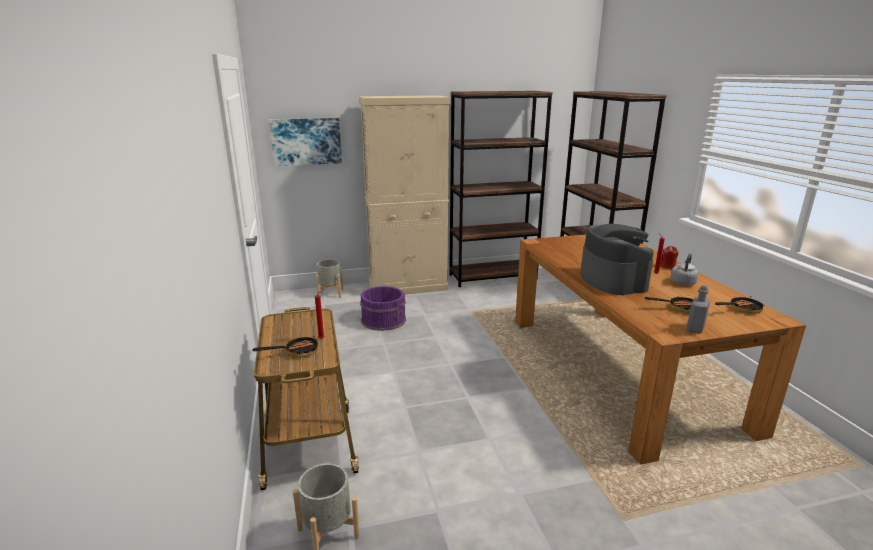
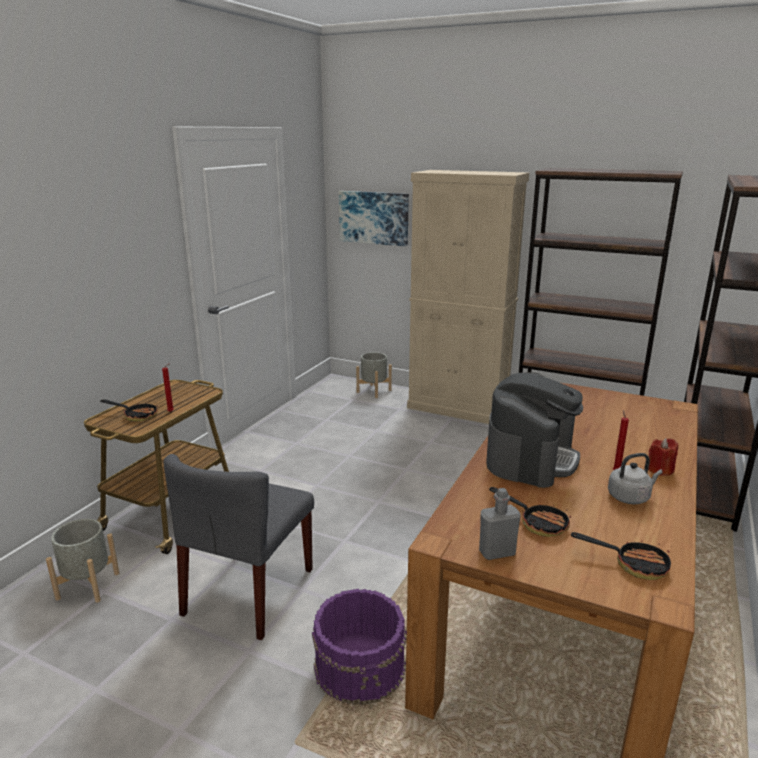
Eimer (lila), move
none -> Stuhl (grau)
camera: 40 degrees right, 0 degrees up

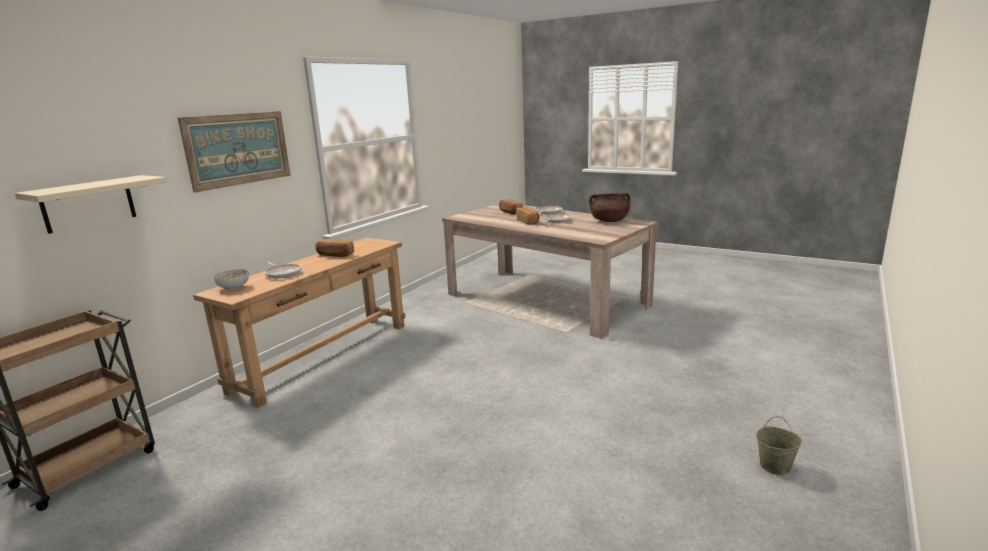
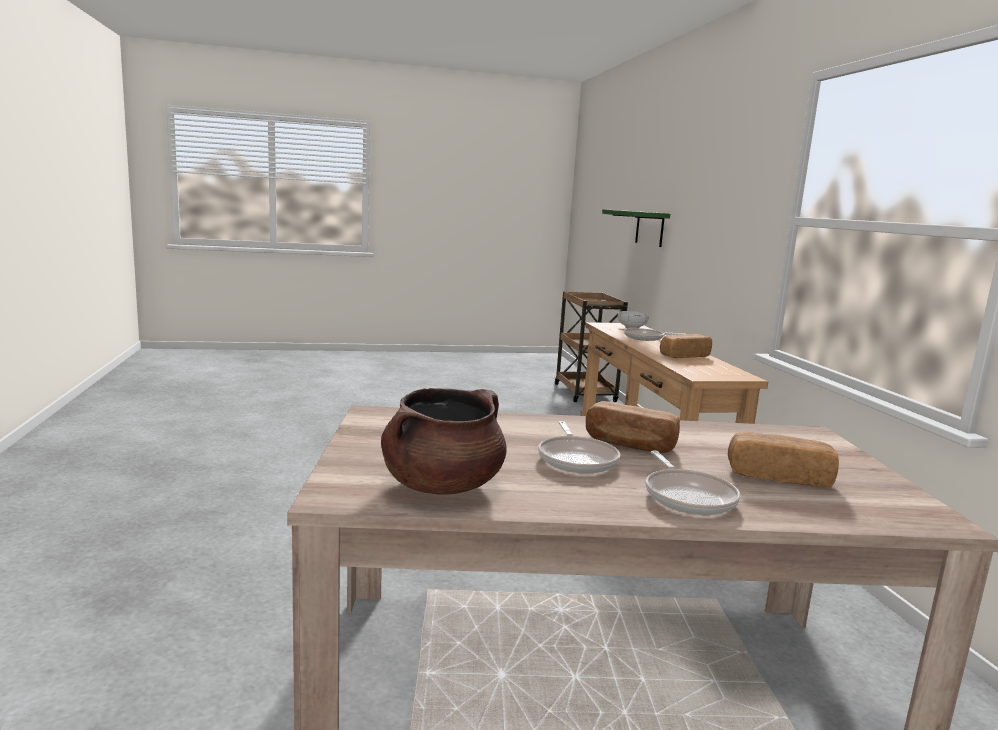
Wandregal (beige) -> Wandregal (grün)
Bild -> none
Eimer (beige) -> none
camera: 135 degrees right, 5 degrees down

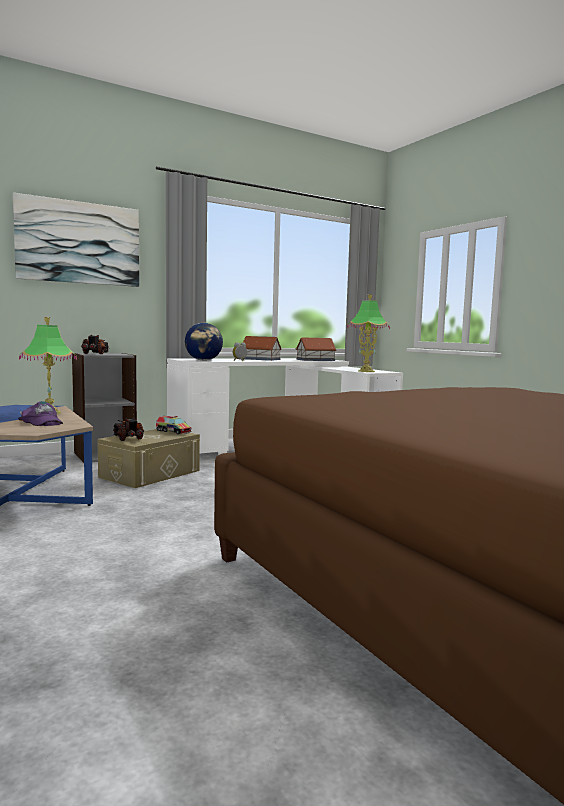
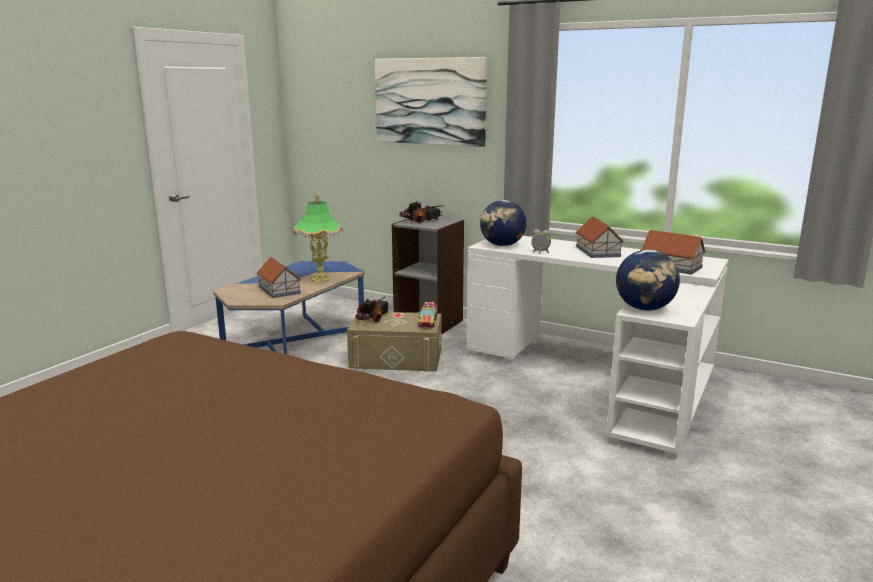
Kappe (lila) -> Spielzeughaus (1st from left)
Tischlampe (2nd from left) -> Globus (2nd from left)
camera: 60 degrees right, 10 degrees up

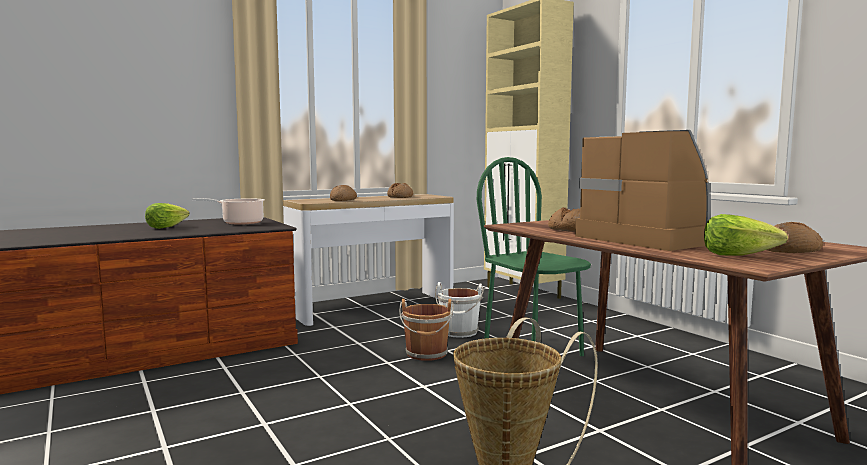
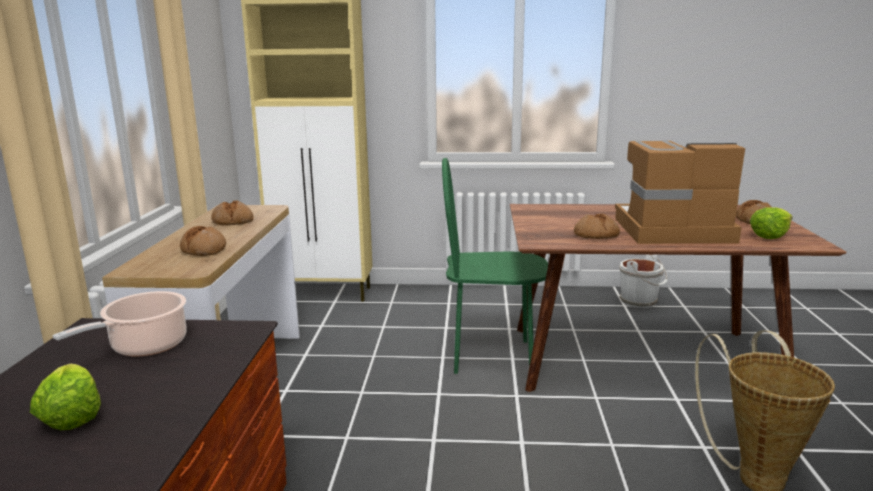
Eimer (braun) -> none
Eimer (weiß), move
camera: 55 degrees left, 10 degrees up

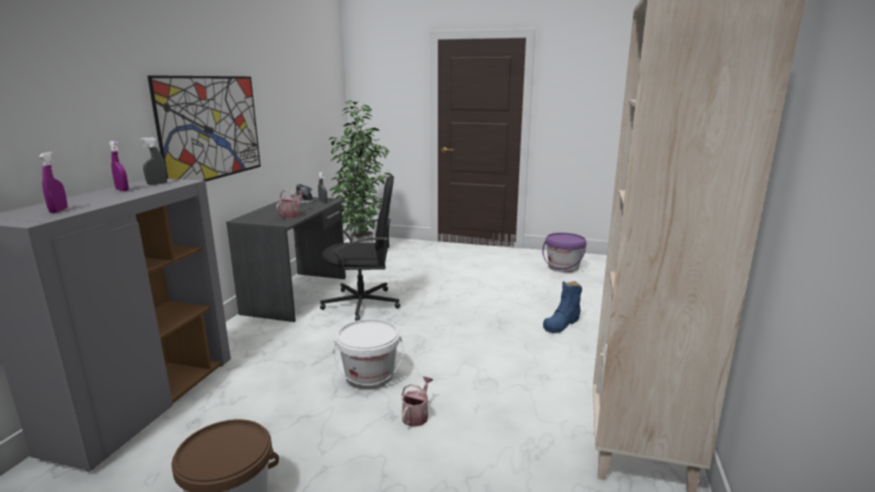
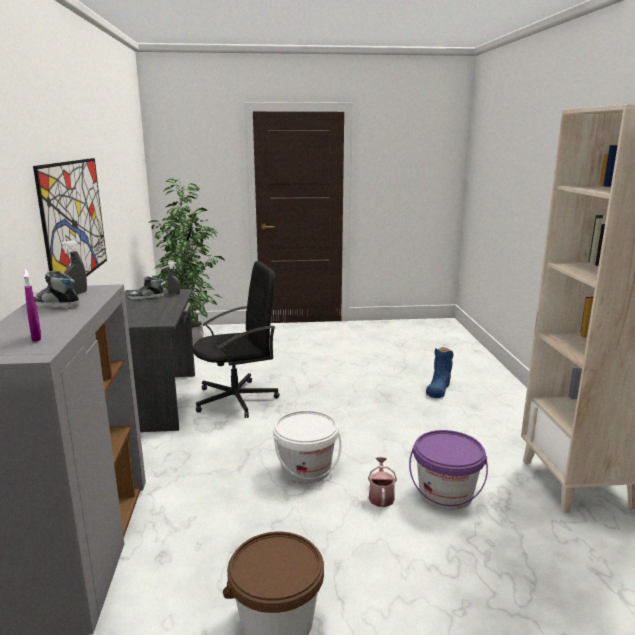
Sprühflasche (lila) (2nd from left) -> Schuh (1st from left)
Gießkanne (1st from left) -> none
Eimer (lila), move
camera: 20 degrees left, 0 degrees up

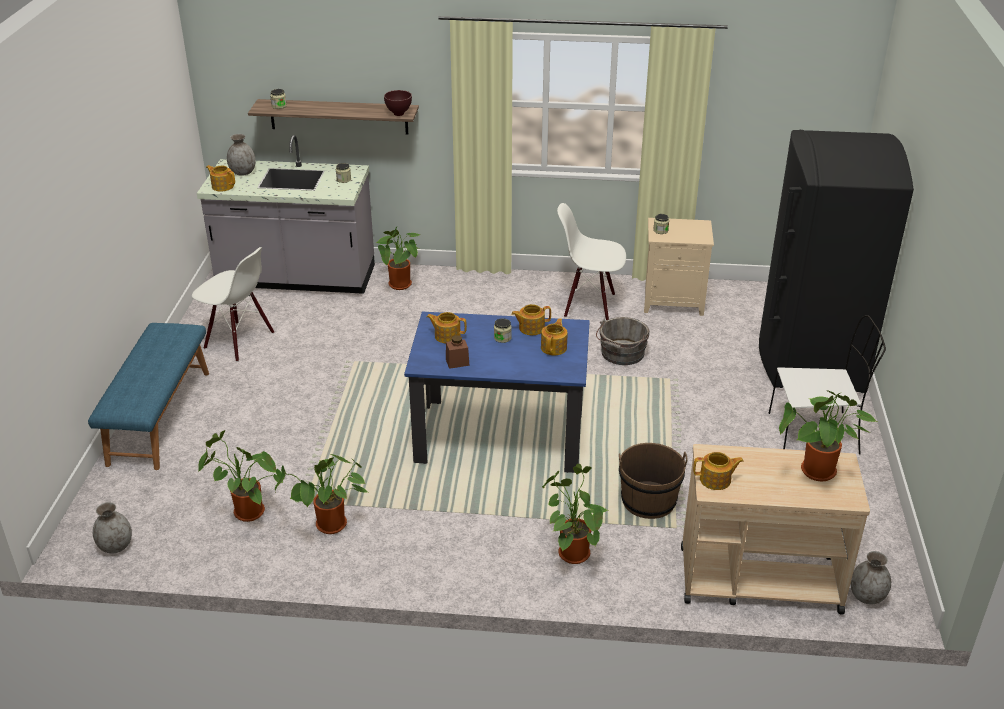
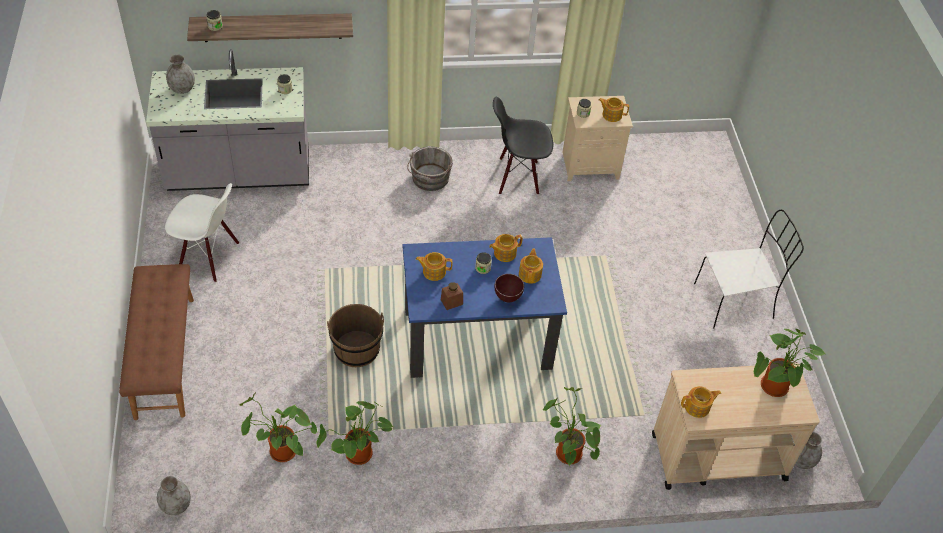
Bank (blau) -> Bank (braun)
Teekanne (1st from left in the first image) -> Teekanne (4th from left), move
Topfpflanze (3rd from left) -> none
Schüssel (braun), move
Stuhl (weiß) (2nd from left) -> Stuhl (schwarz)
Eimer (grau), move
Eimer (braun), move
Kühlschrank (schwarz) -> none
camera: 15 degrees left, 15 degrees up

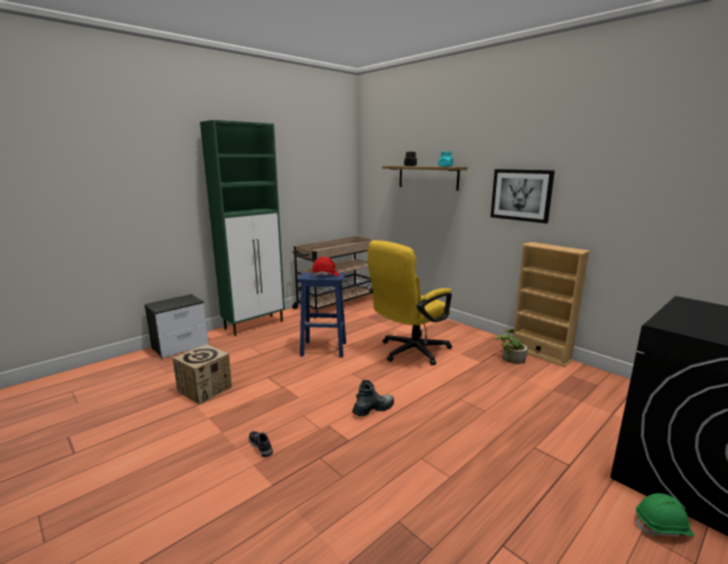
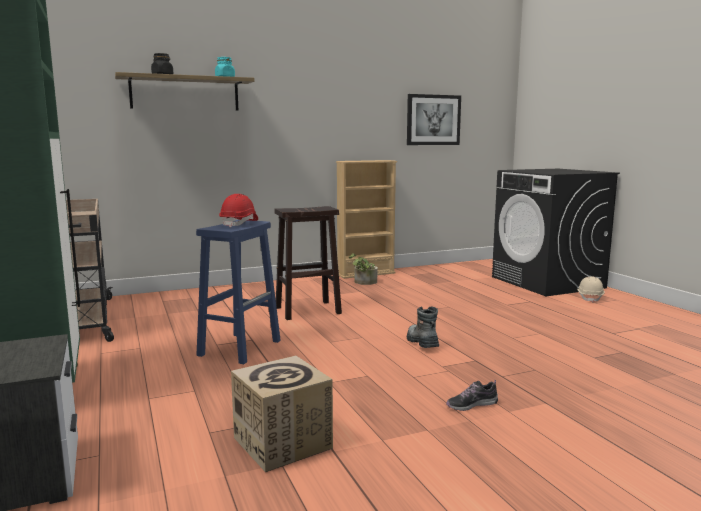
Bürostuhl (gelb) -> Hocker (braun)
Bild, move
Schutzhelm (grün) -> Schutzhelm (beige)
camera: 70 degrees left, 5 degrees down

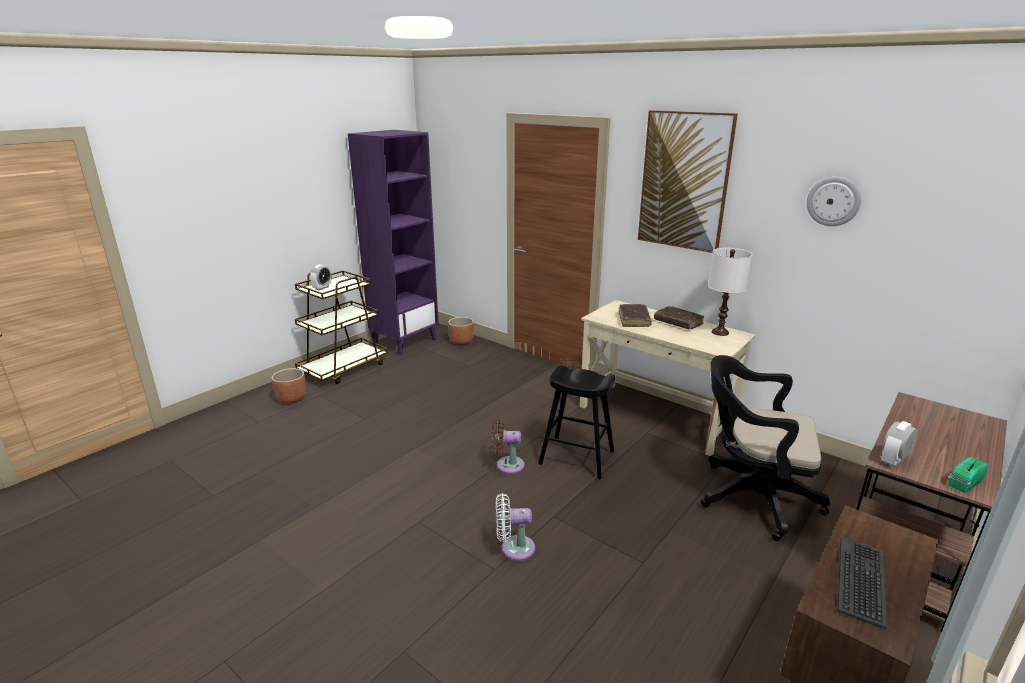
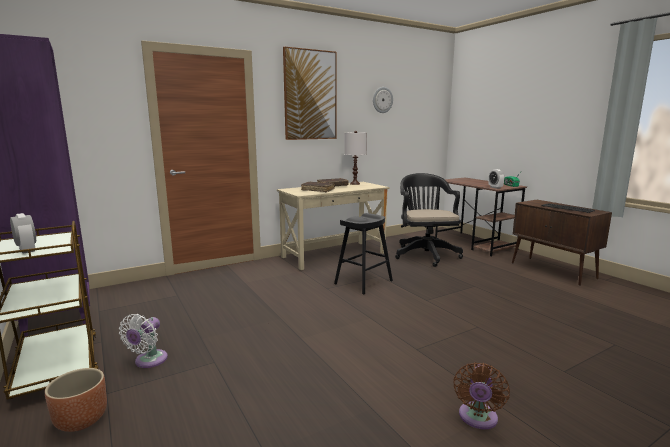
Pflanzkübel (braun) (2nd from left) -> none
Ventilator (braun), move
Ventilator (weiß), move
Bürostuhl (schwarz), 135 degrees clockwise
camera: 70 degrees left, 10 degrees down

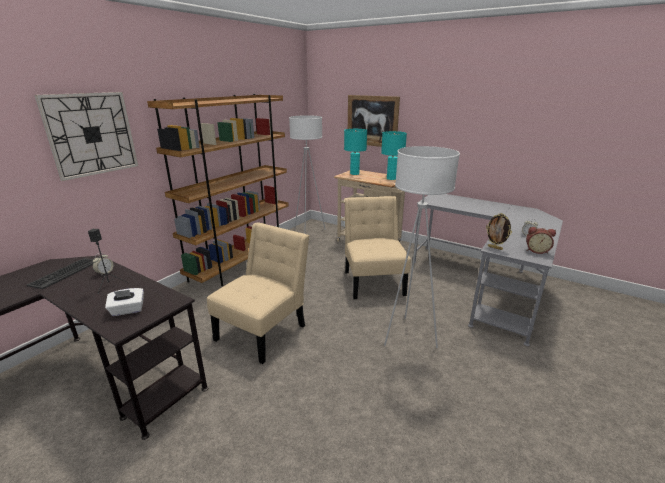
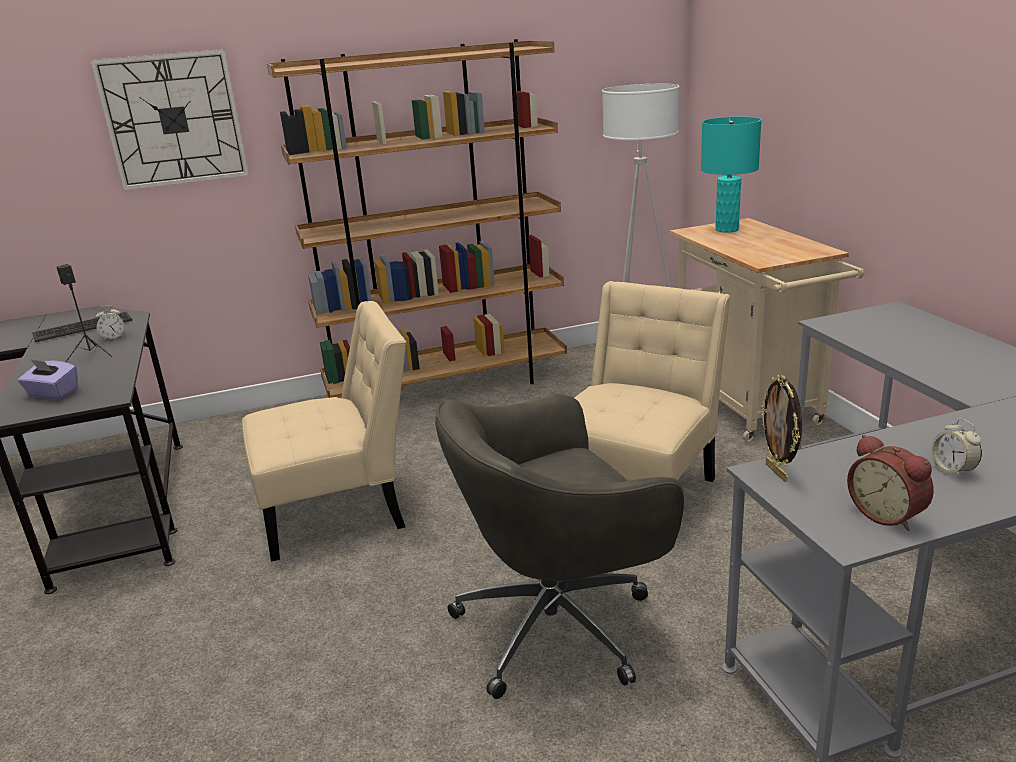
Taschentuchbox (weiß) -> Taschentuchbox (lila)
Bild -> none
Tischlampe (türkis) (2nd from left) -> none
Stehlampe (weiß) (2nd from left) -> Bürostuhl (grau)
camera: 40 degrees right, 0 degrees up

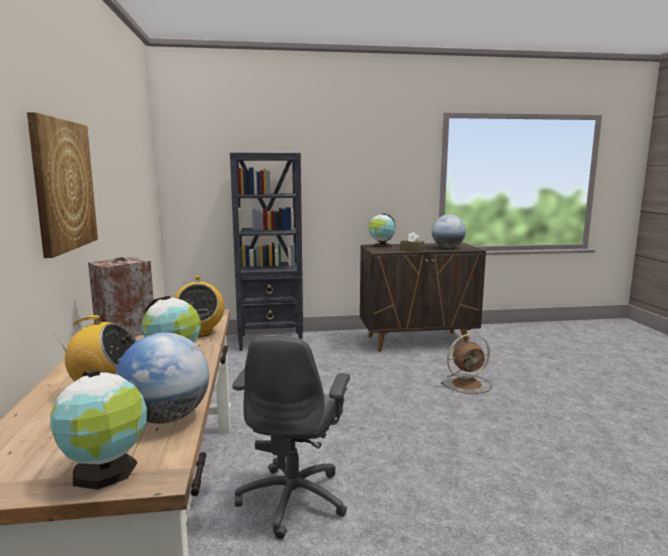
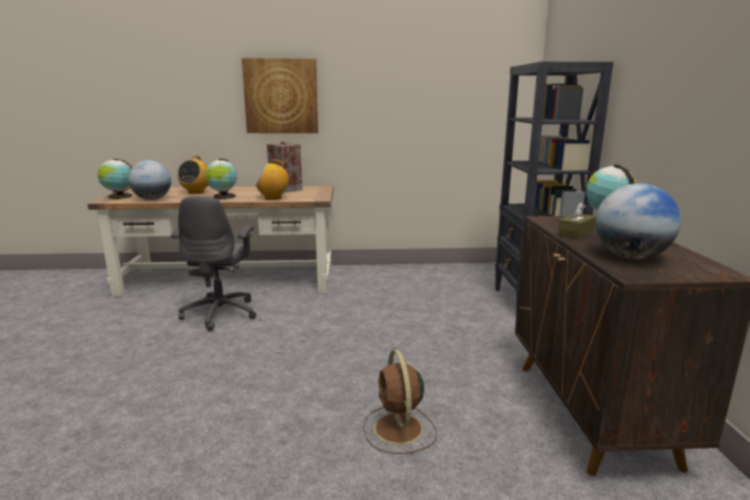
Bürostuhl (grau), 105 degrees counterclockwise
camera: 95 degrees right, 5 degrees up

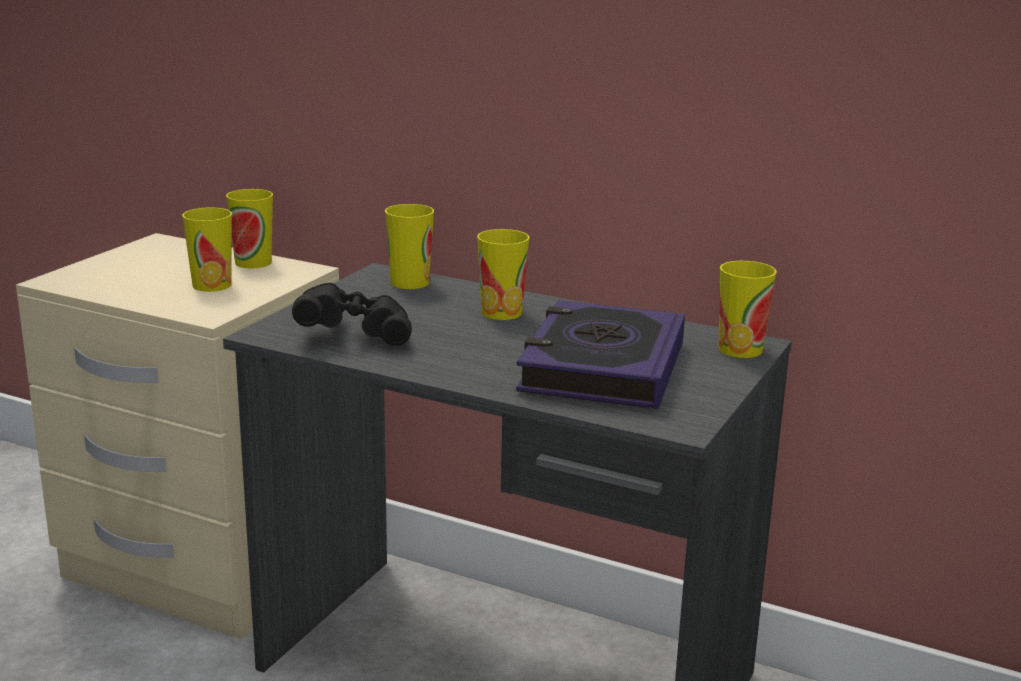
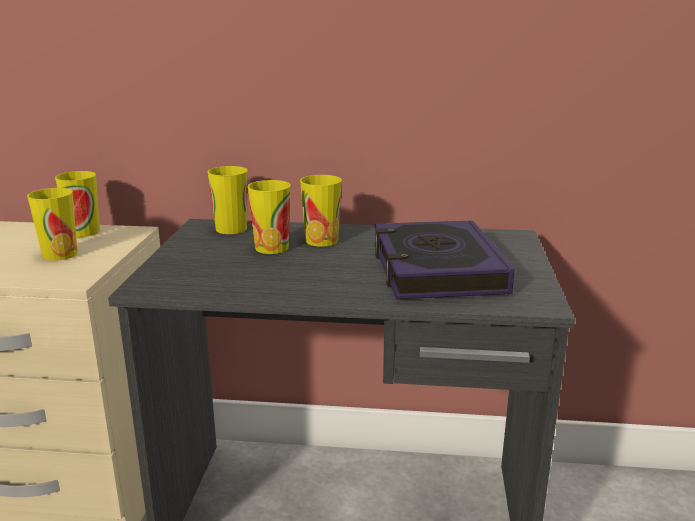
Fernglas (schwarz) -> none
Tasse (5th from left in the first image) -> Tasse (4th from left), move
camera: 20 degrees left, 0 degrees up

